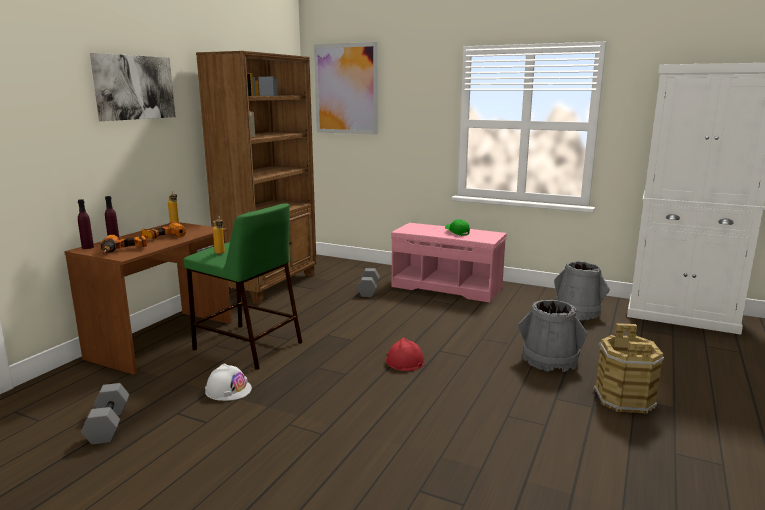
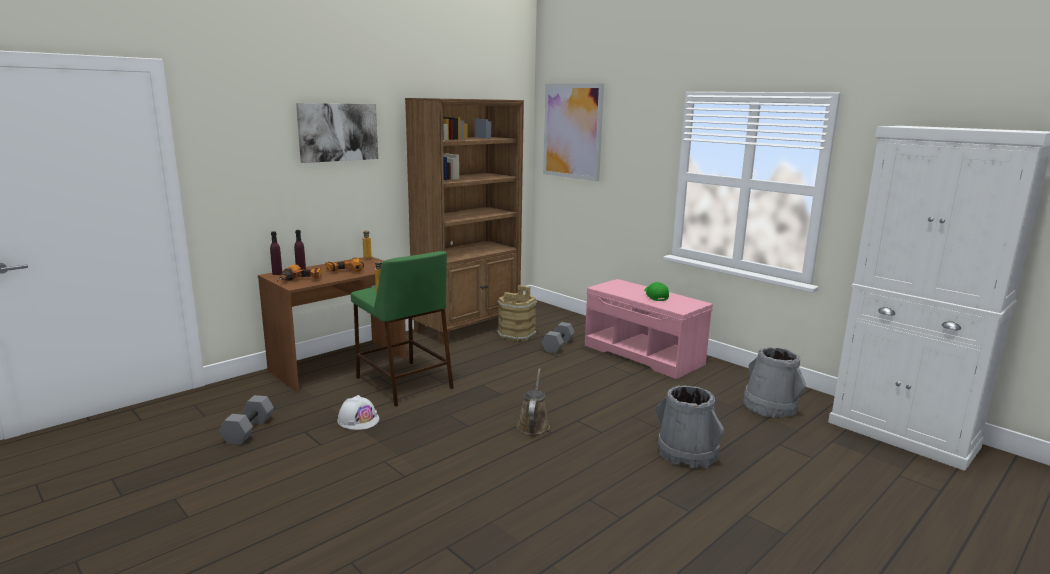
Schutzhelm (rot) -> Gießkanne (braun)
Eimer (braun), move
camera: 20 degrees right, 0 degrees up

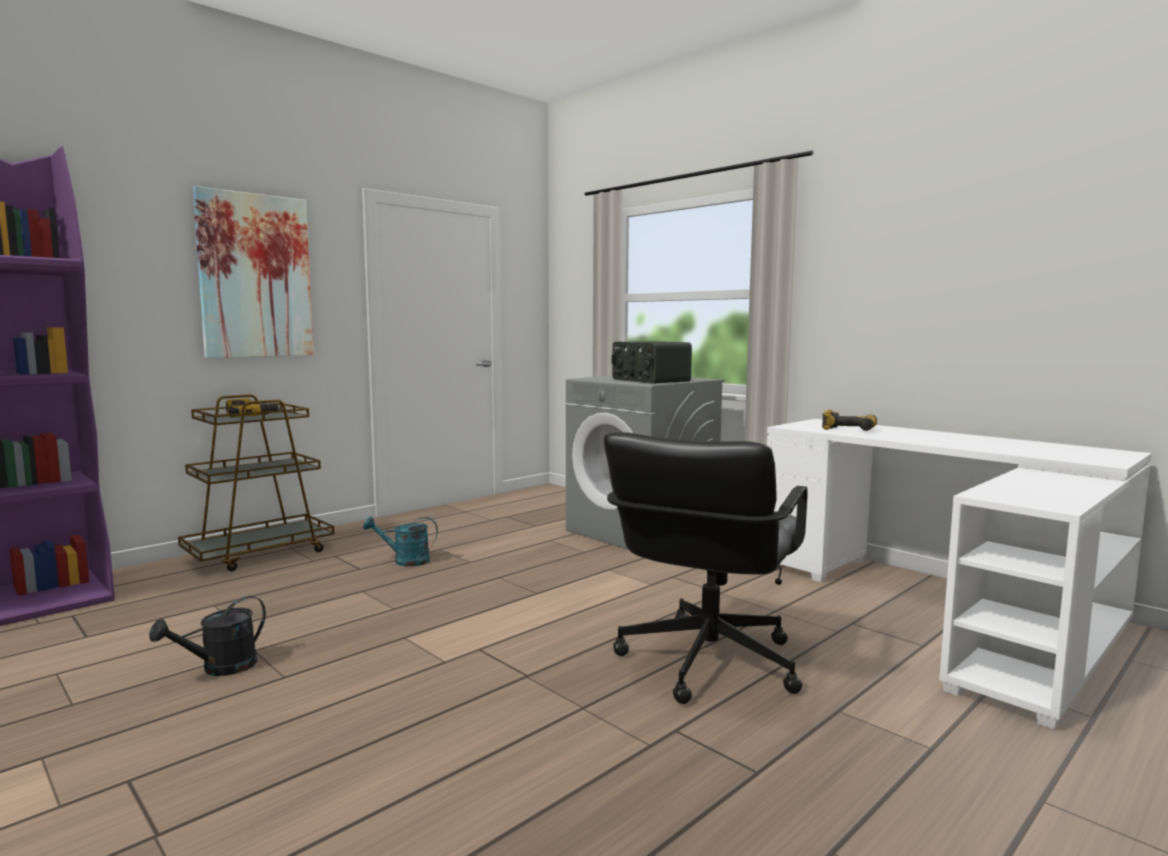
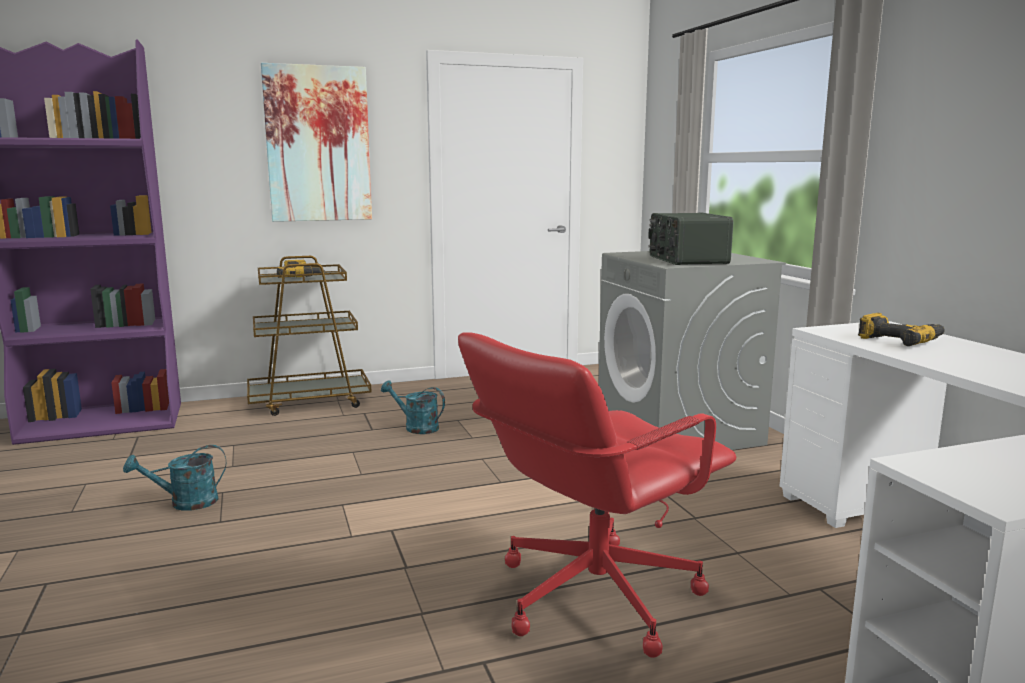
Gießkanne (schwarz) -> Gießkanne (türkis) (1st from left)
Bürostuhl (schwarz) -> Bürostuhl (rot)
camera: 25 degrees right, 5 degrees up

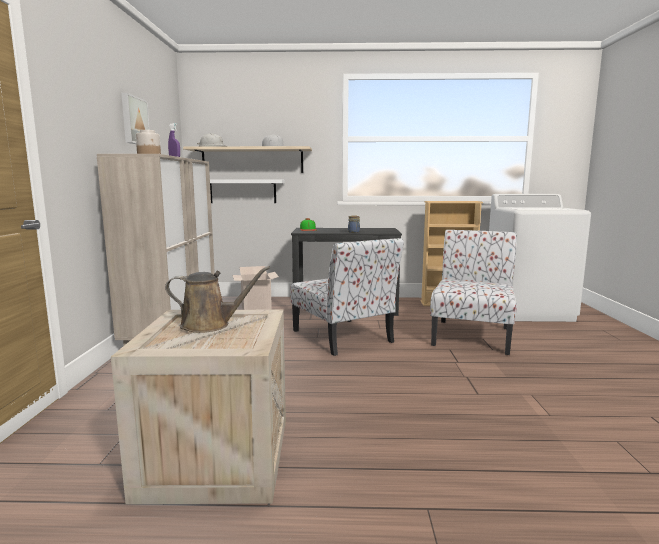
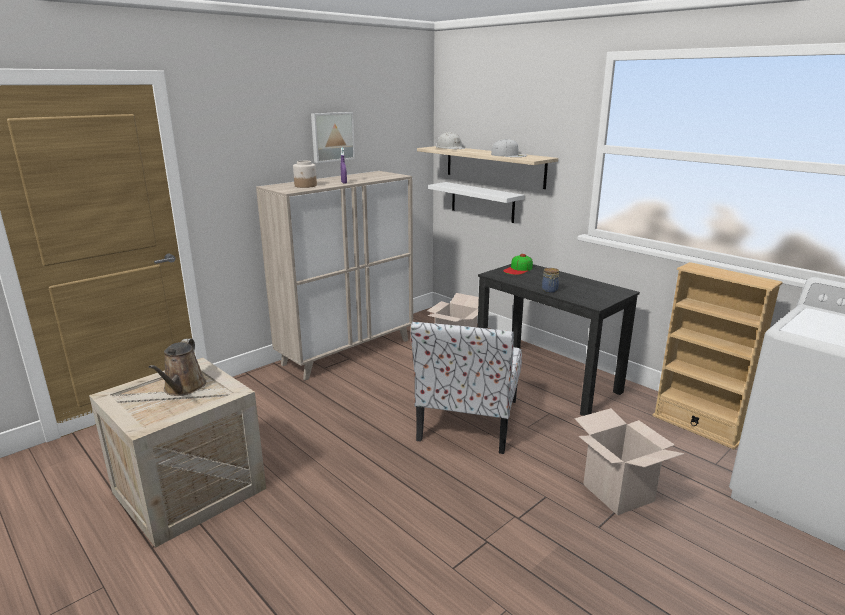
Gießkanne (braun), 45 degrees clockwise
Stuhl (2nd from left) -> Karton (2nd from left)
camera: 45 degrees right, 10 degrees up

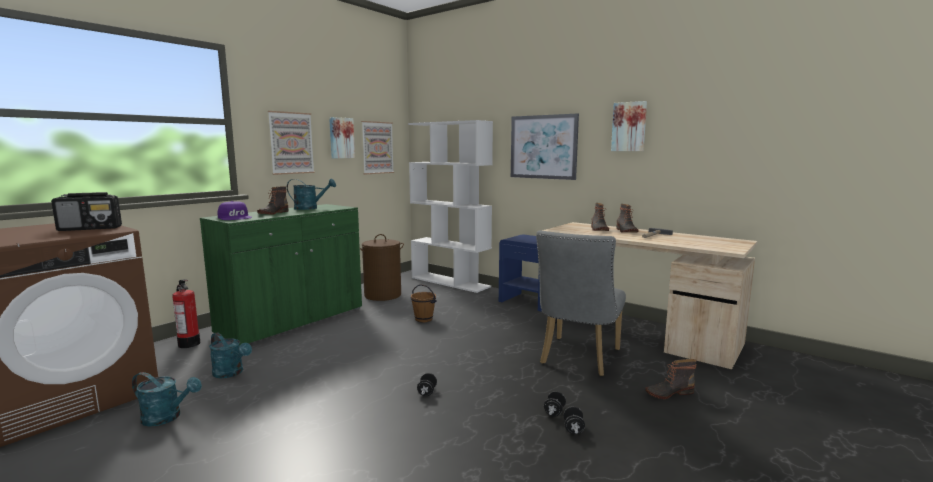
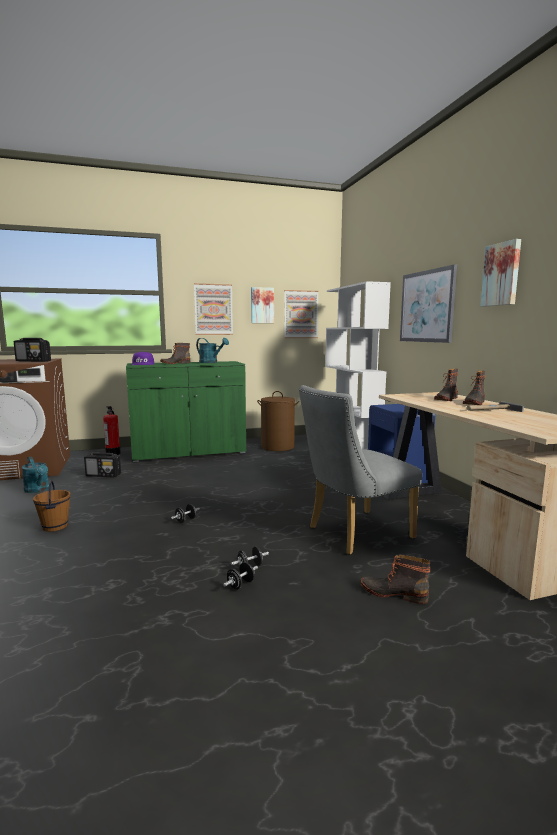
Gießkanne (türkis) (2nd from left) -> Radio (2nd from left)
Eimer (braun), move
camera: 35 degrees right, 0 degrees up

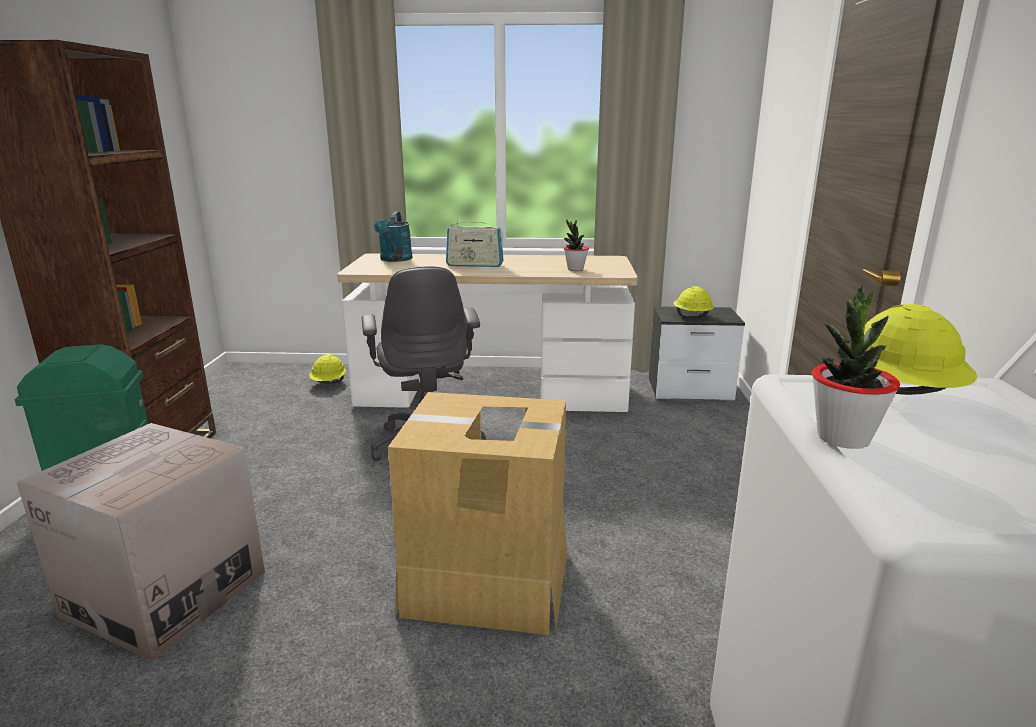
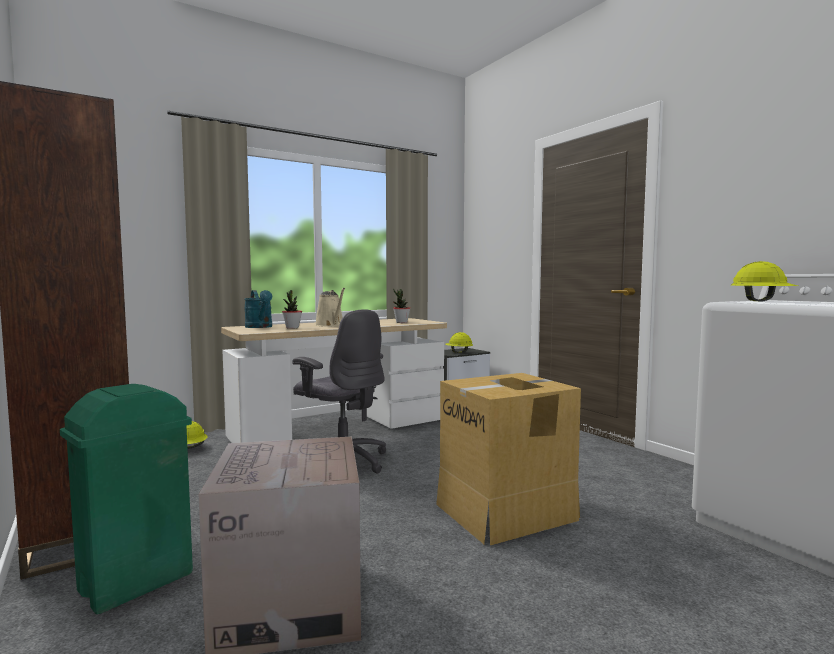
Radio -> Gießkanne (beige)
Topfpflanze (2nd from left in the first image) -> Topfpflanze (1st from left), move
camera: 35 degrees left, 15 degrees down

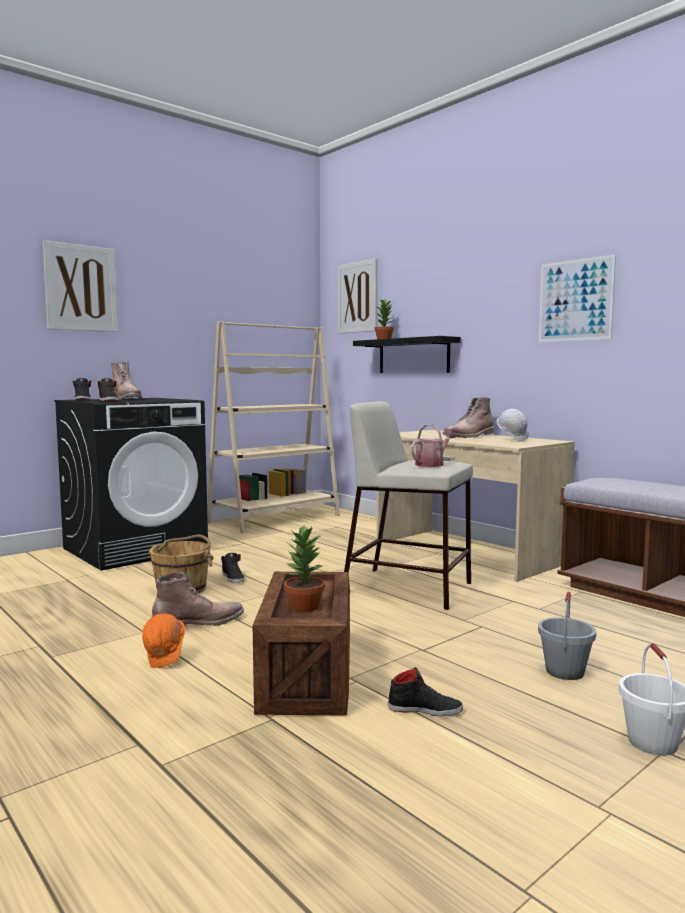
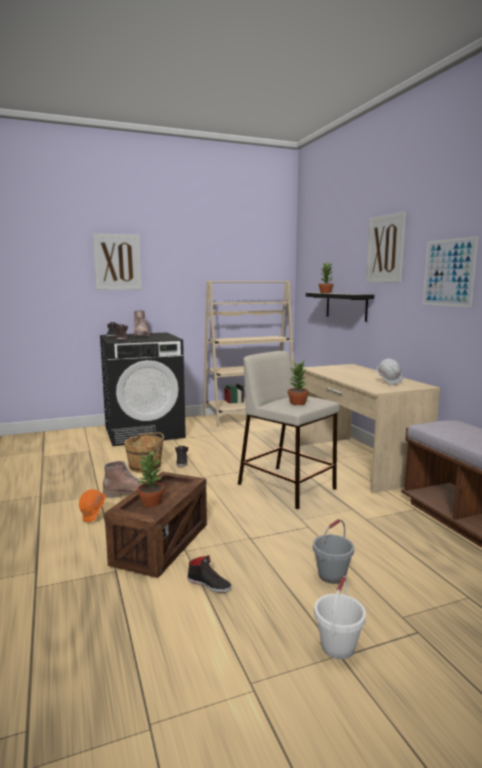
Bild (2nd from left), move
Gießkanne -> Topfpflanze (2nd from left)
Stiefel (braun) (3rd from left) -> none
camera: 20 degrees right, 5 degrees up

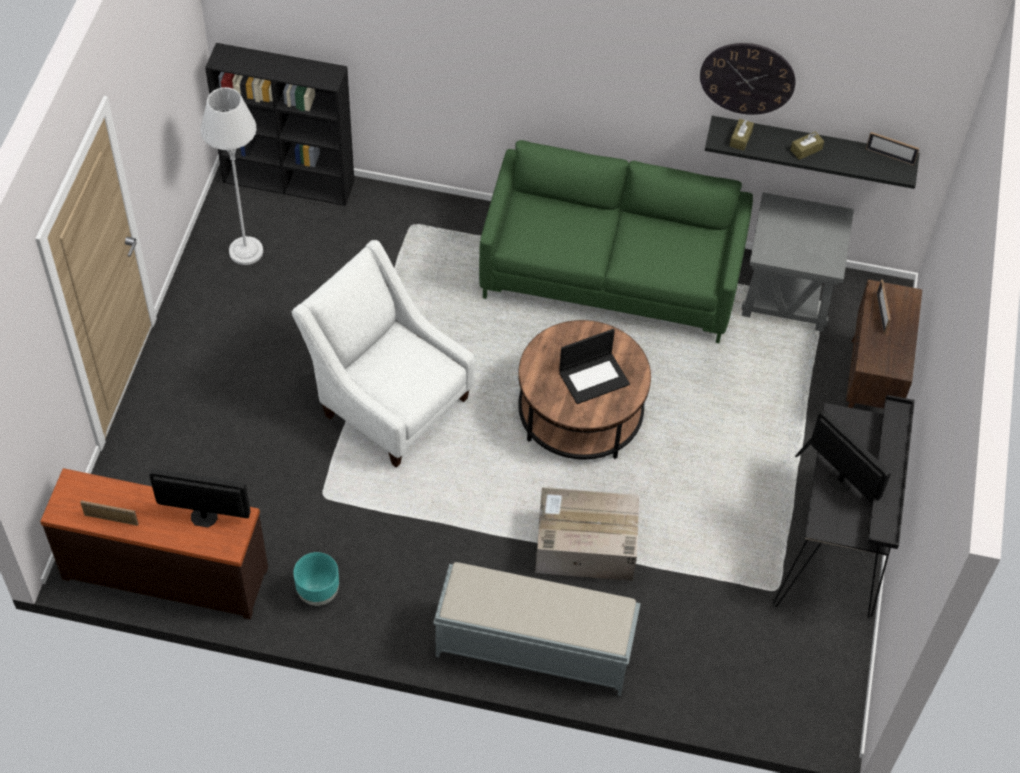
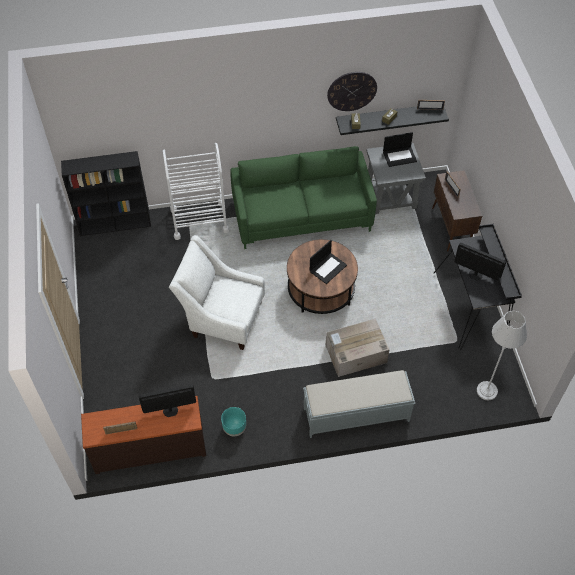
Stehlampe (grau), move
none -> Rollwagen (weiß)
none -> Laptop (2nd from left)
camera: 20 degrees left, 0 degrees up

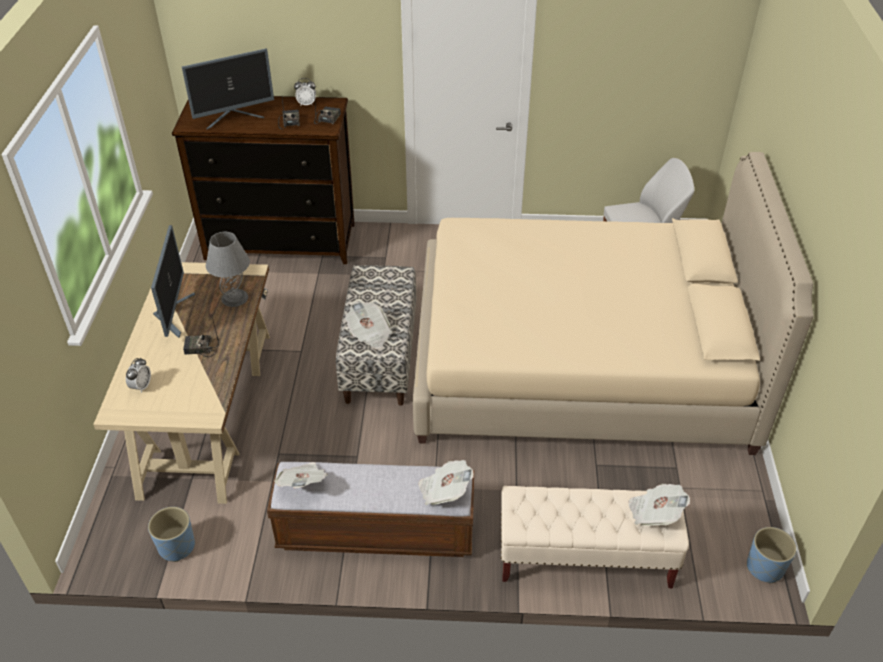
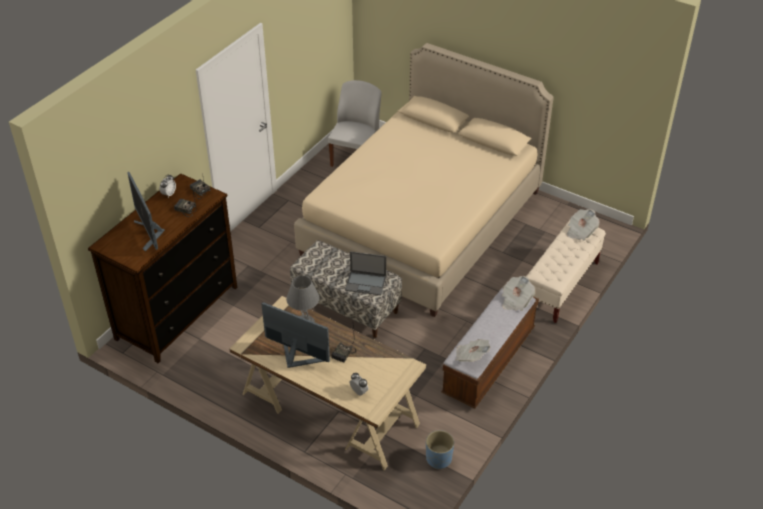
Monitor (2nd from left in the first image) -> Monitor (1st from left), 150 degrees clockwise
Zeitung (2nd from left) -> Laptop
Pflanzkübel (blau) (2nd from left) -> none
camera: 60 degrees left, 0 degrees up

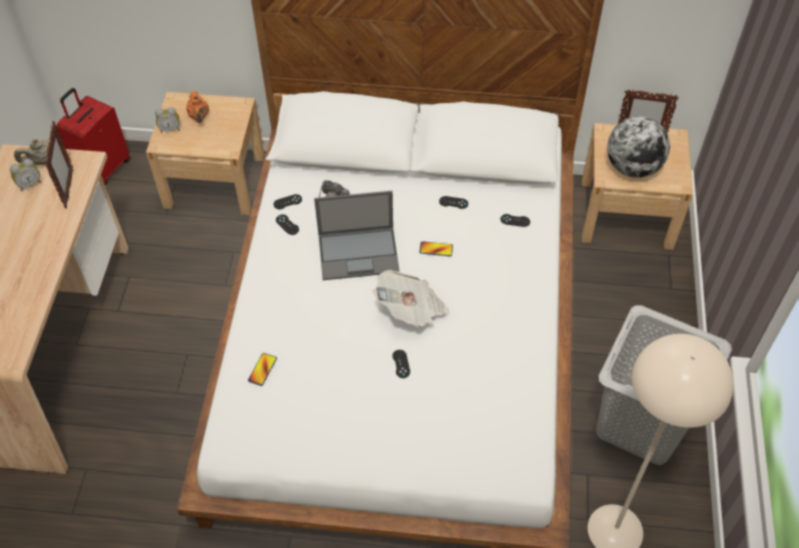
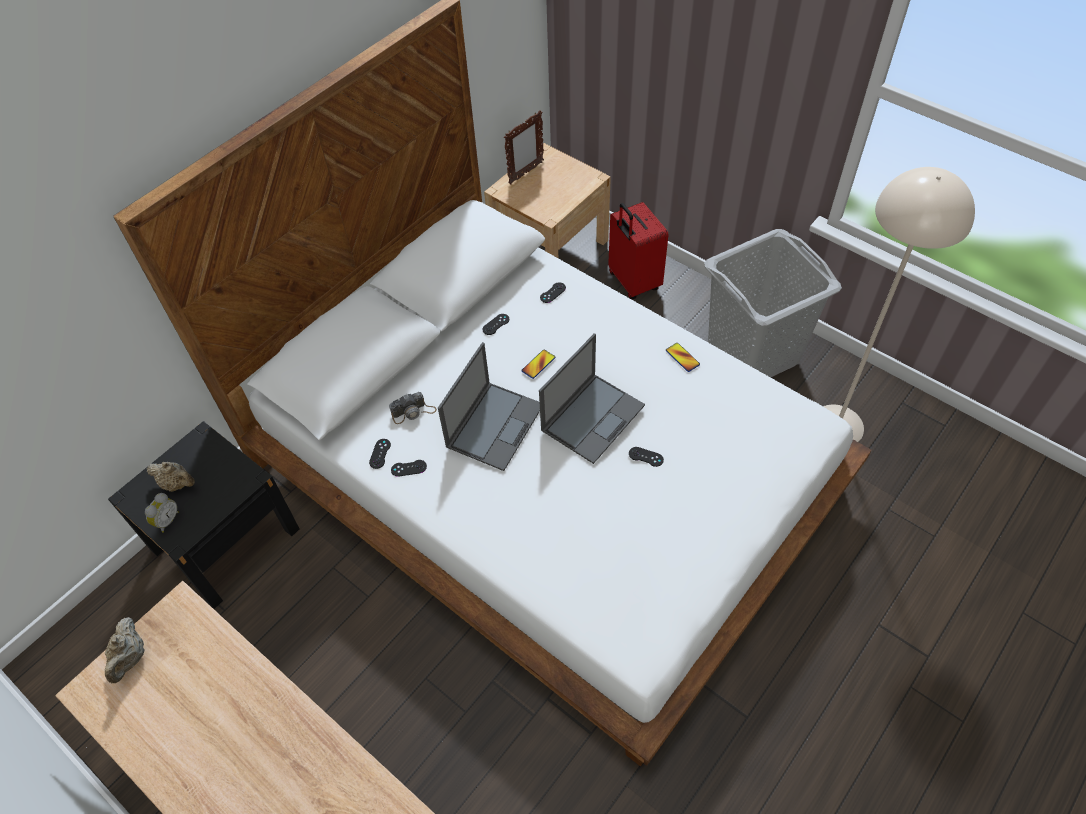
Wecker (1st from left) -> none
Bilderrahmen (1st from left) -> none
Koffer (rot), move
Nachttisch (beige) (1st from left) -> Nachttisch (schwarz)
Teekanne (orange) -> Teekanne (beige) (2nd from left)
Handy (1st from left in the first image) -> Handy (2nd from left), move
Zeitung -> Laptop (2nd from left)
Globus -> none
camera: 55 degrees left, 0 degrees up

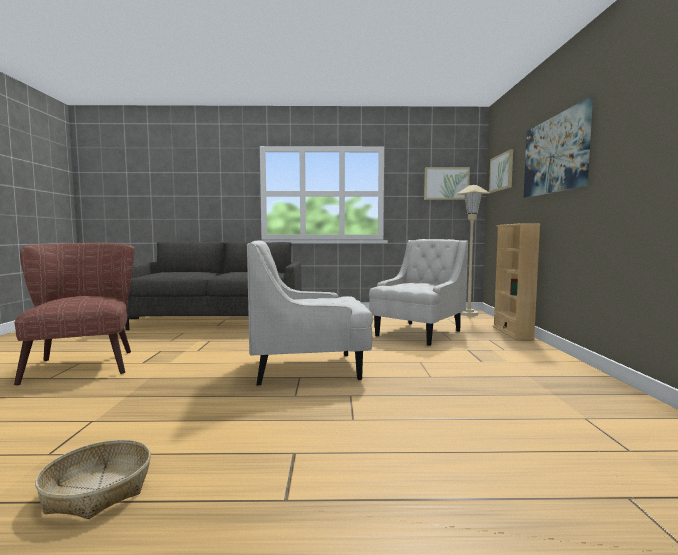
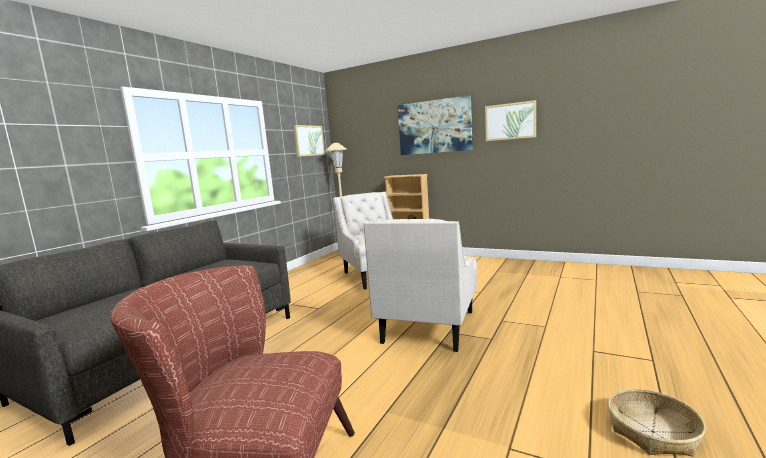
Bild (2nd from left in the first image) -> Bild (3rd from left), move
camera: 60 degrees left, 5 degrees up

